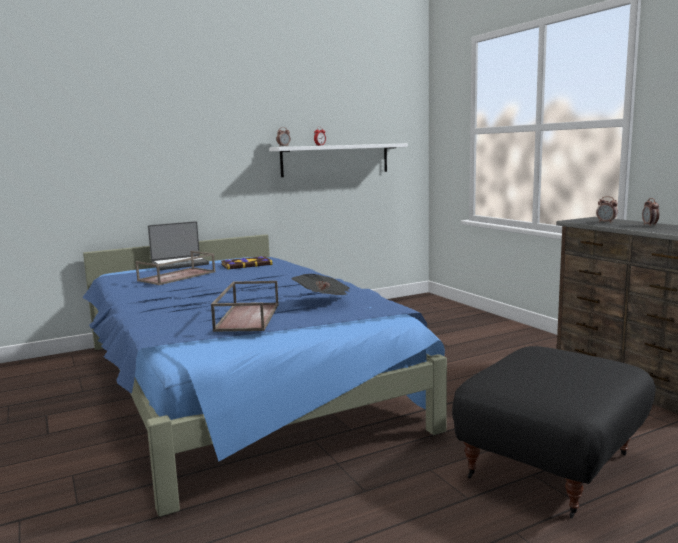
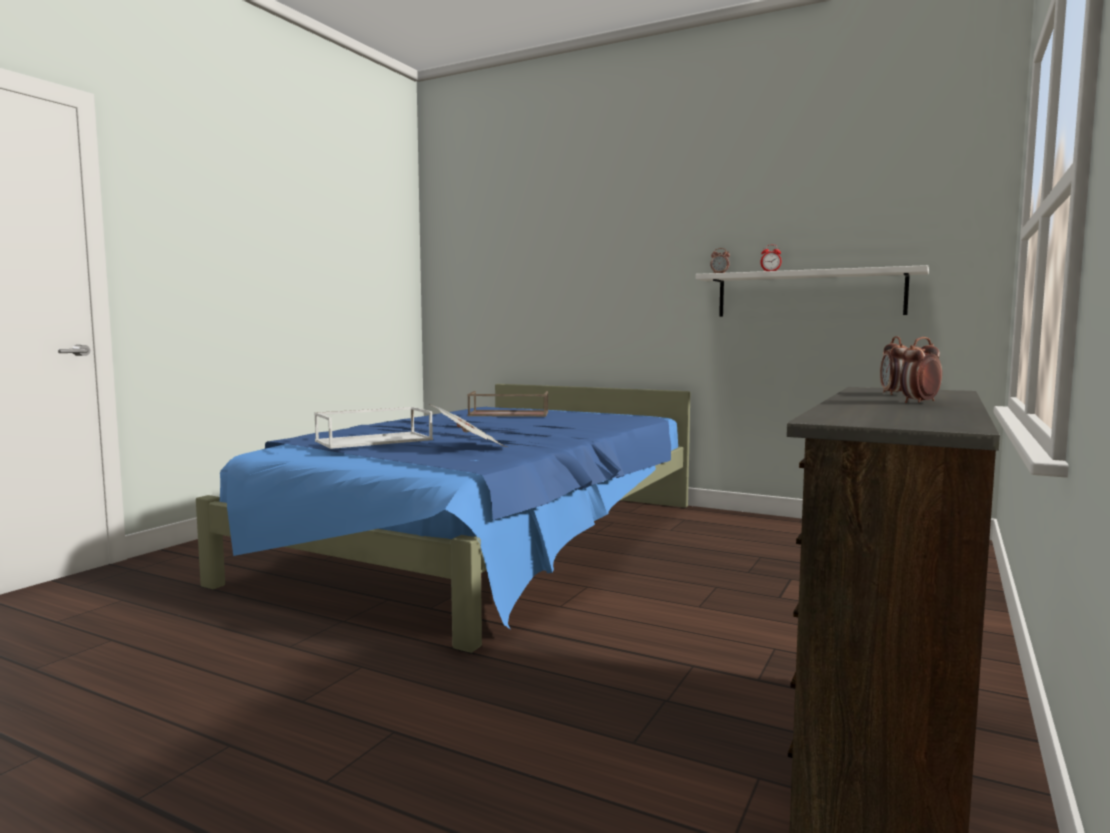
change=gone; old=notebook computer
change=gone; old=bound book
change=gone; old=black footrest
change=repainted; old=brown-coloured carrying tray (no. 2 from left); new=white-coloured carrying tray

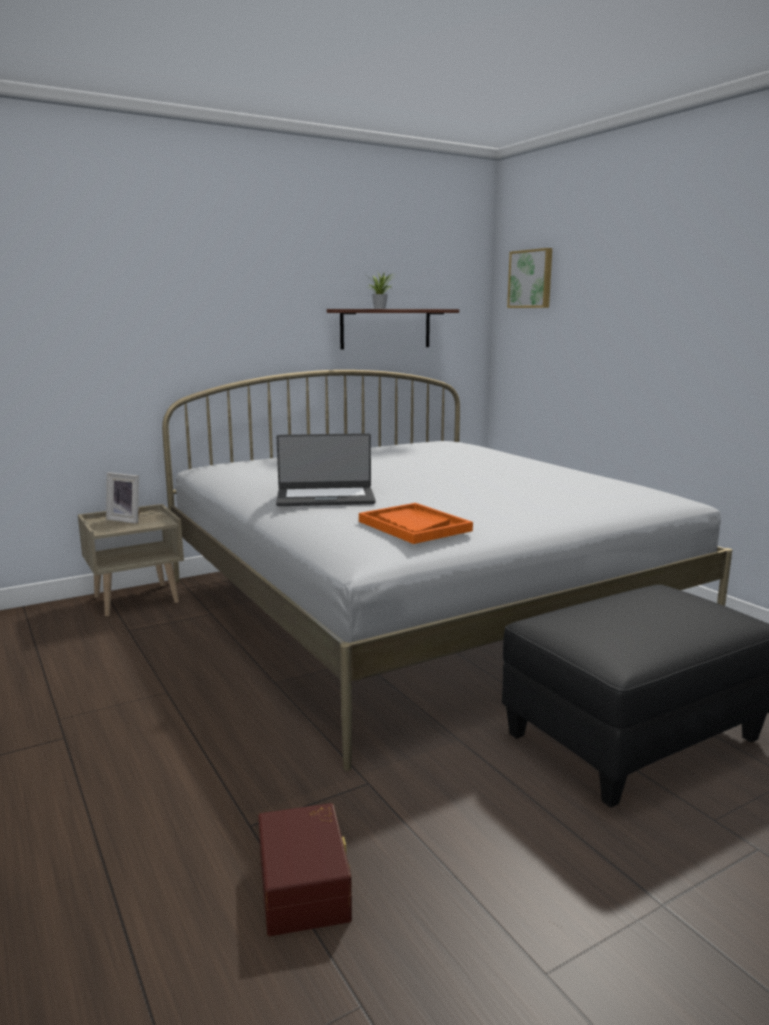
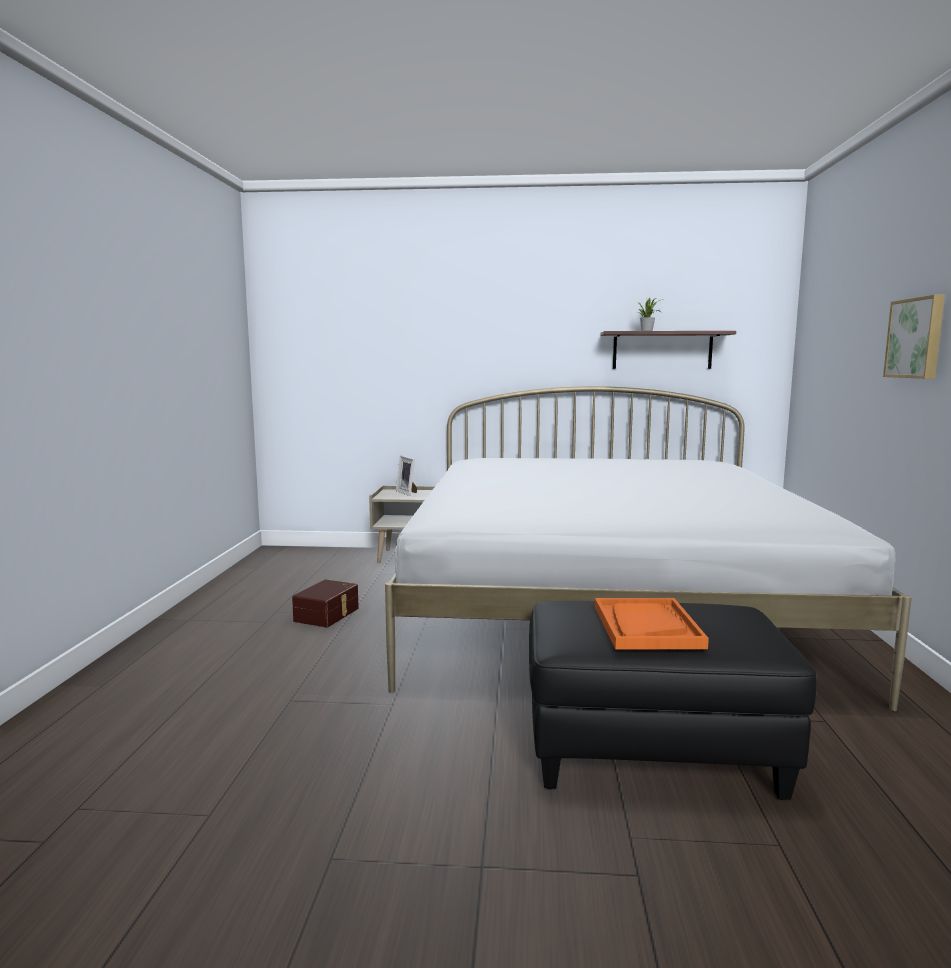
change=gone; old=notebook computer
change=shifted; old=brown-coloured storage box
change=shifted; old=orange carrying tray
change=shifted; old=wall picture

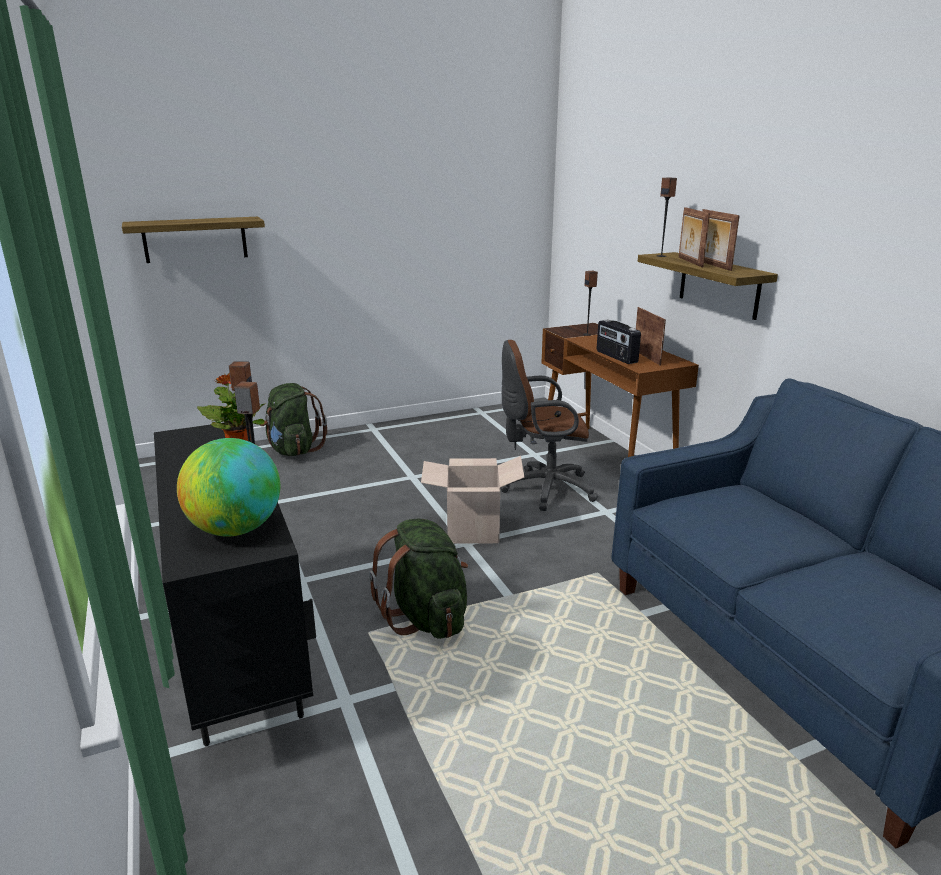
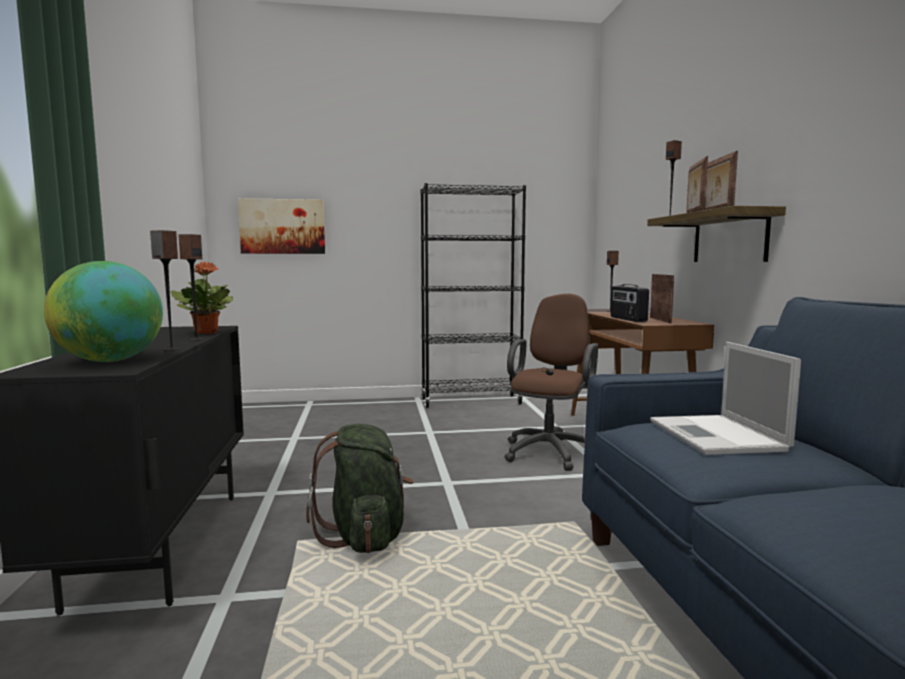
change=gone; old=greenish rucksack (no. 1 from left)
change=gone; old=packing box
change=new; new=black bookcase
change=new; new=notebook computer
change=swapped; old=wall shelf (no. 1 from left); new=wall picture
change=rotated; old=brown-coloured office chair; degrees=105

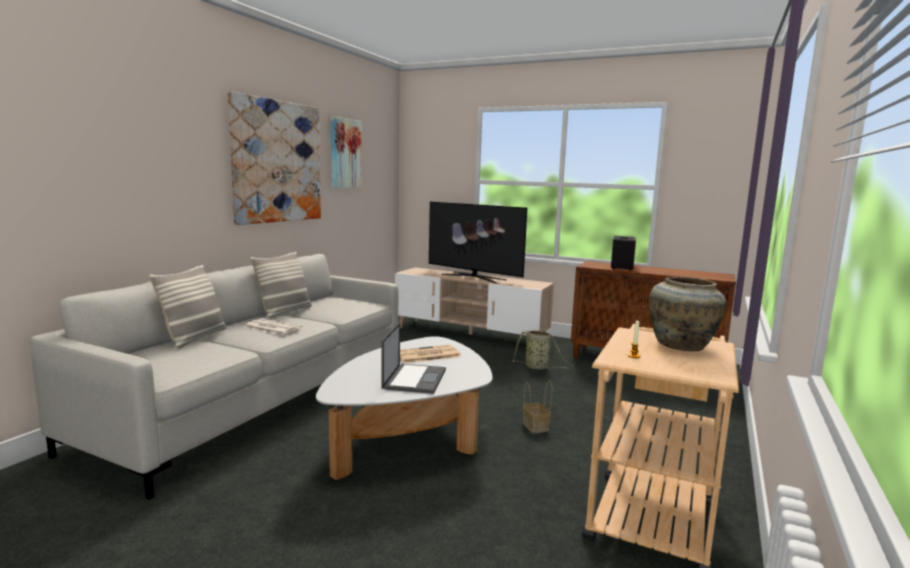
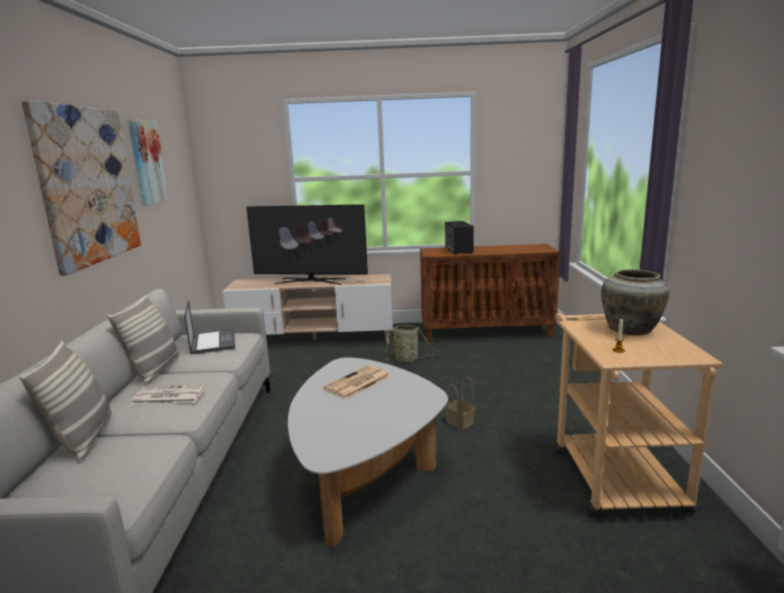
change=shifted; old=notebook computer

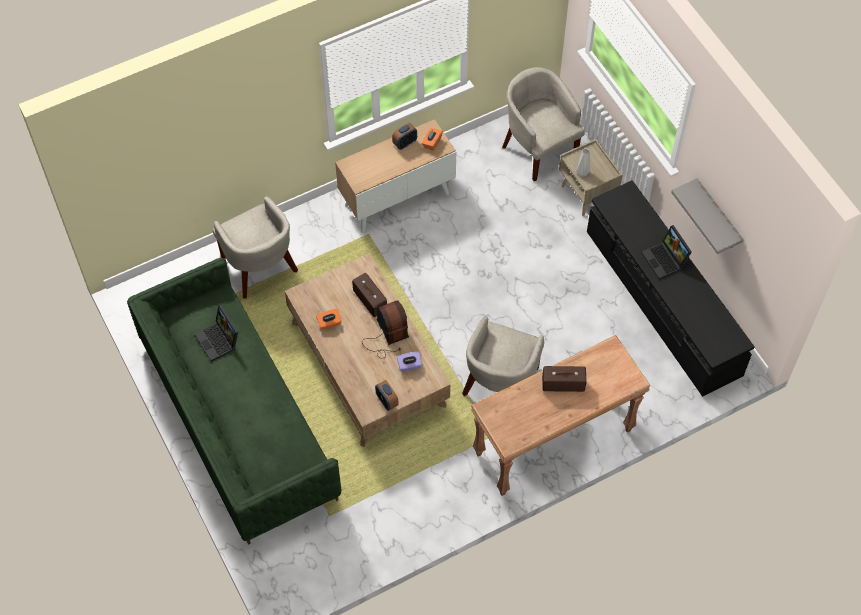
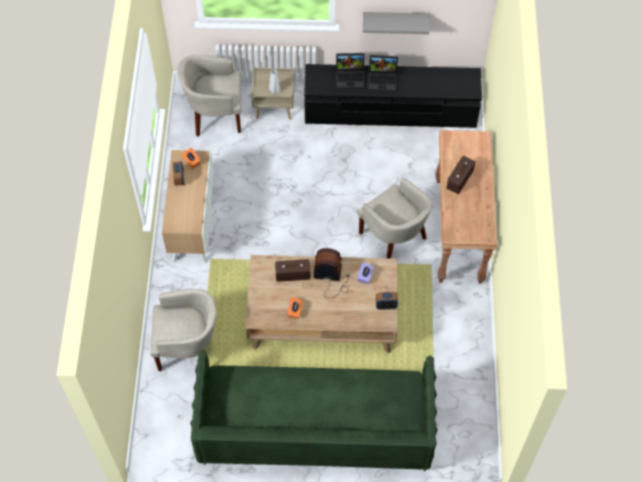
change=shifted; old=notebook computer (no. 1 from left)

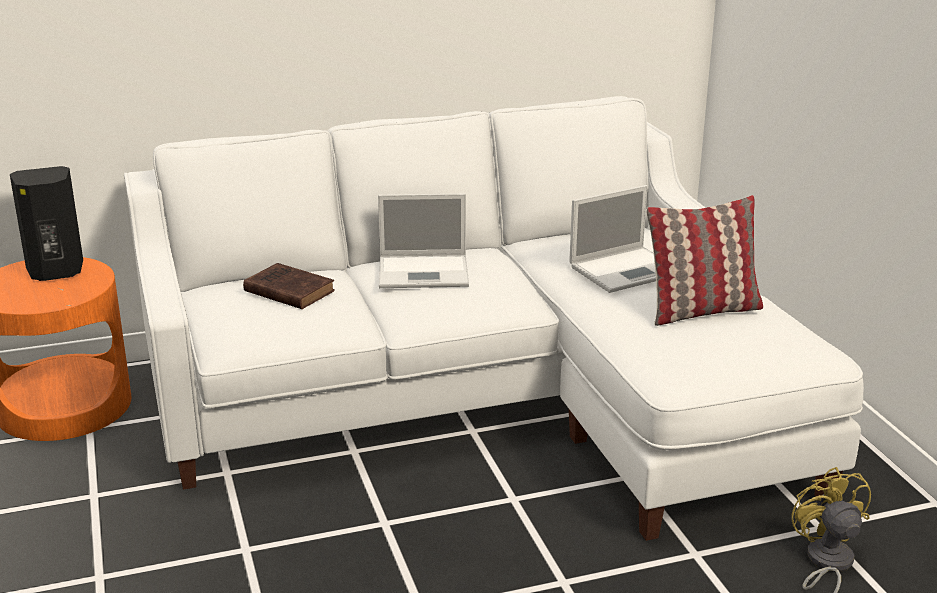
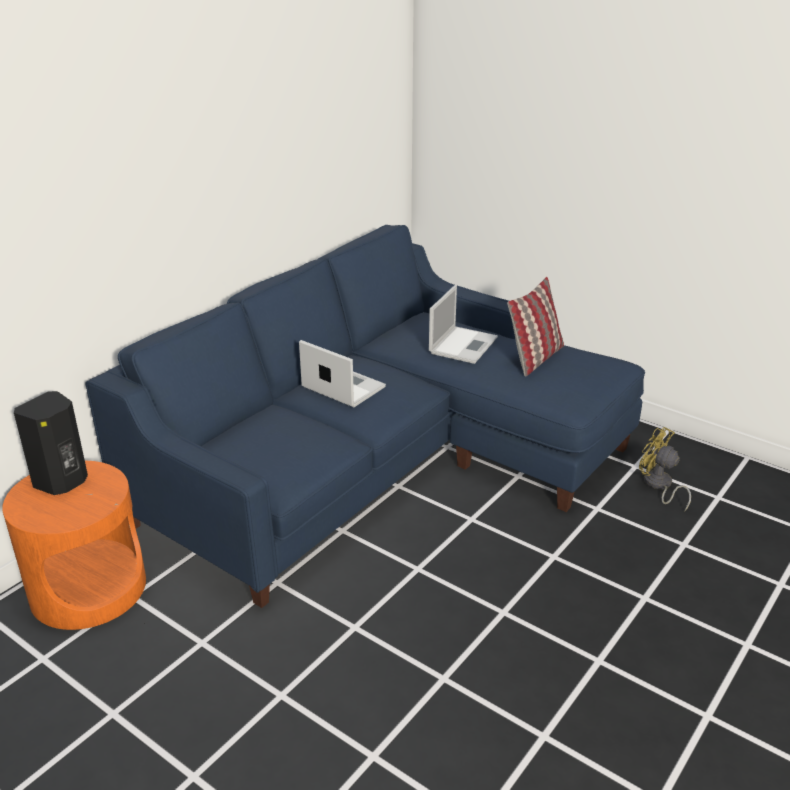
change=gone; old=brown-coloured bound book
change=repainted; old=white-coloured sofa; new=blue-coloured sofa
change=rotated; old=notebook computer (no. 1 from left); degrees=-105

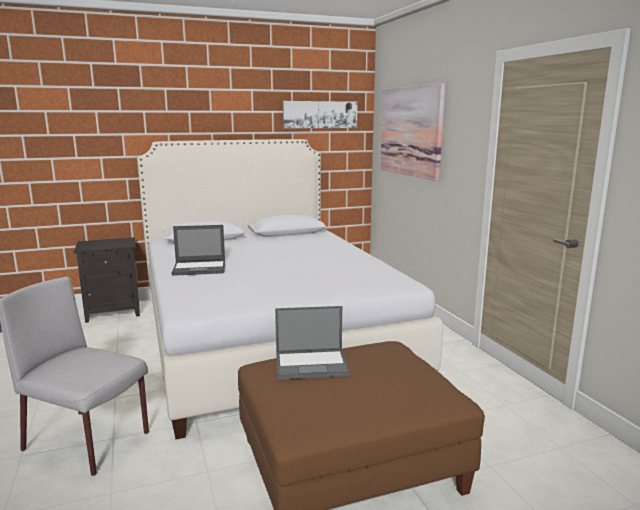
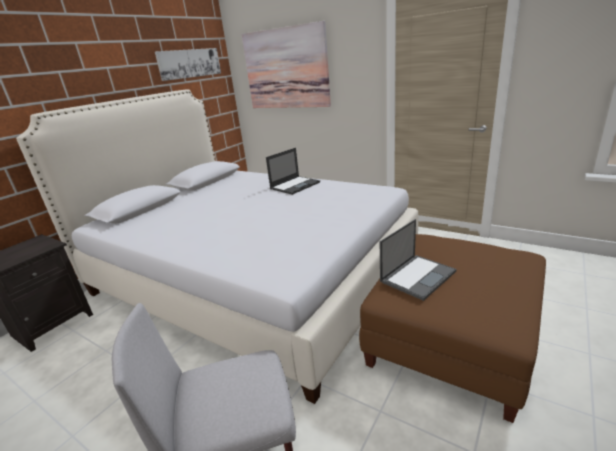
change=shifted; old=notebook computer (no. 1 from left)

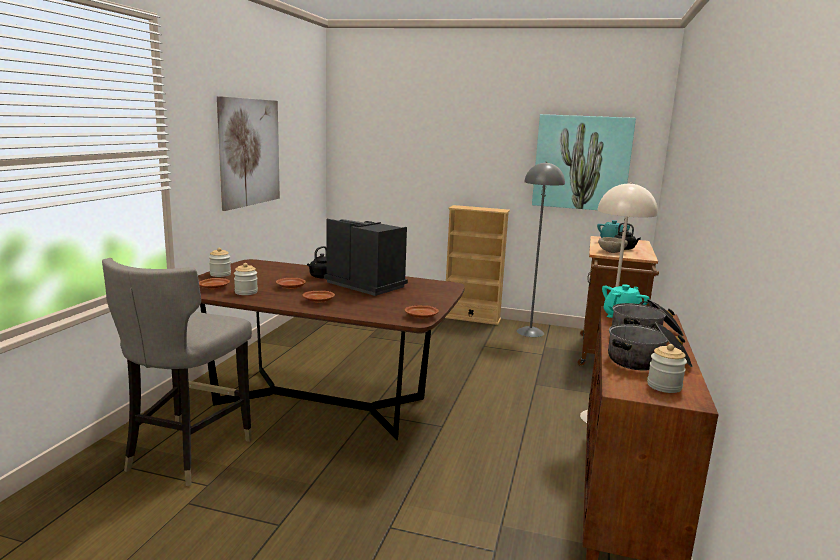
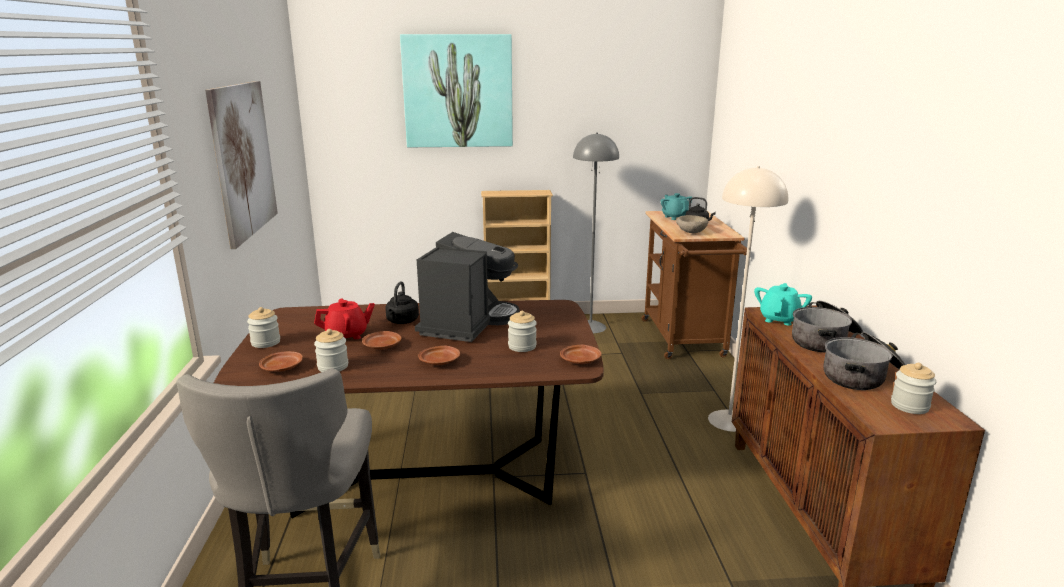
change=new; new=red-coloured pot for tea
change=new; new=storage jar (no. 3 from left)
change=shifted; old=wall picture (no. 2 from left)
change=rotated; old=coffee brewer; degrees=90

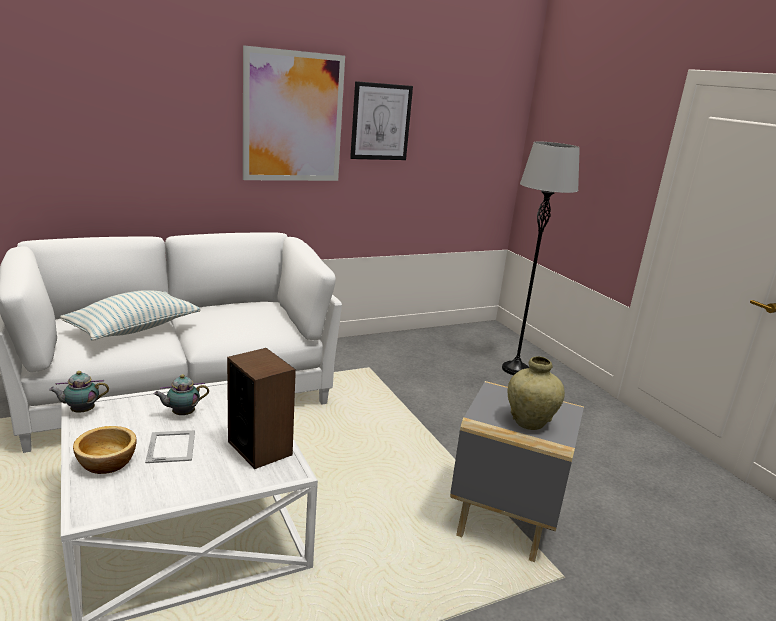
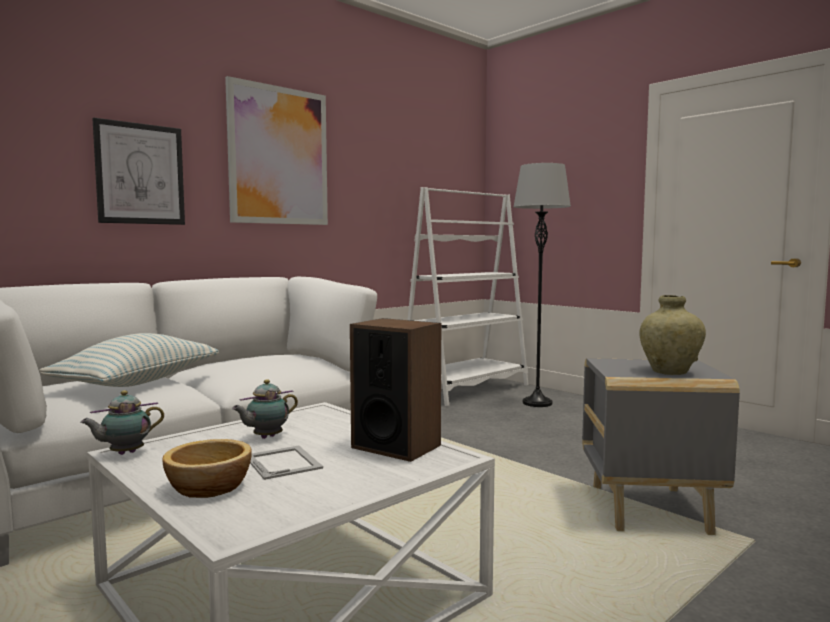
change=new; new=white-coloured bookcase
change=shifted; old=wall picture (no. 2 from left in the first image); new=wall picture (no. 1 from left)

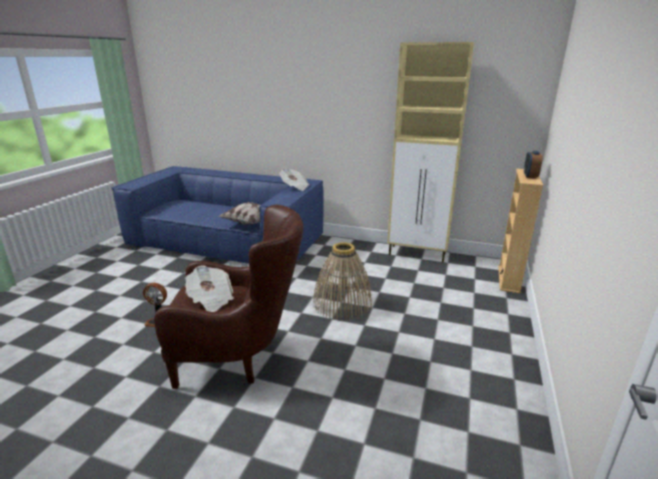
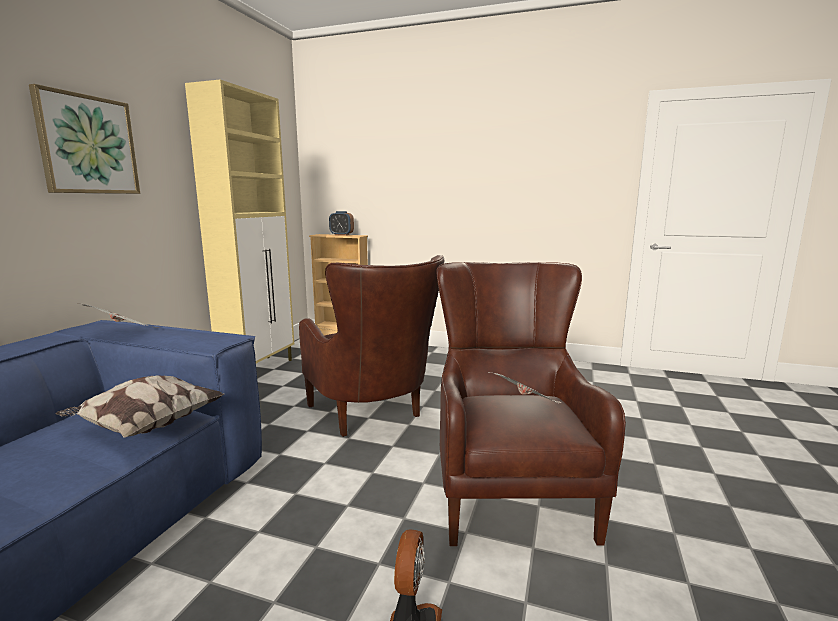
change=new; new=wall picture
change=swapped; old=basket; new=brown-coloured lounge chair (no. 1 from left)

